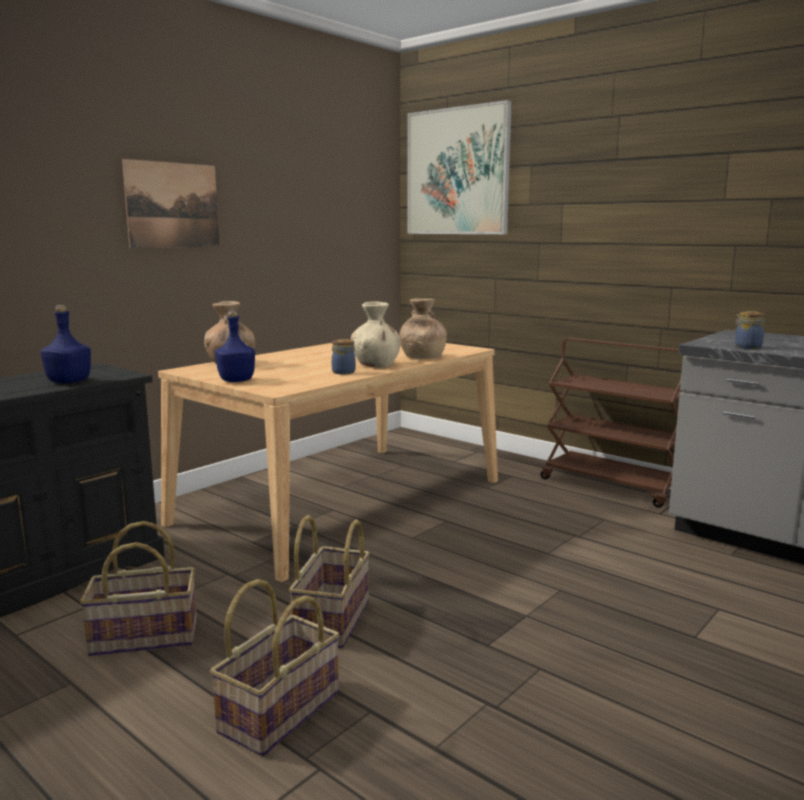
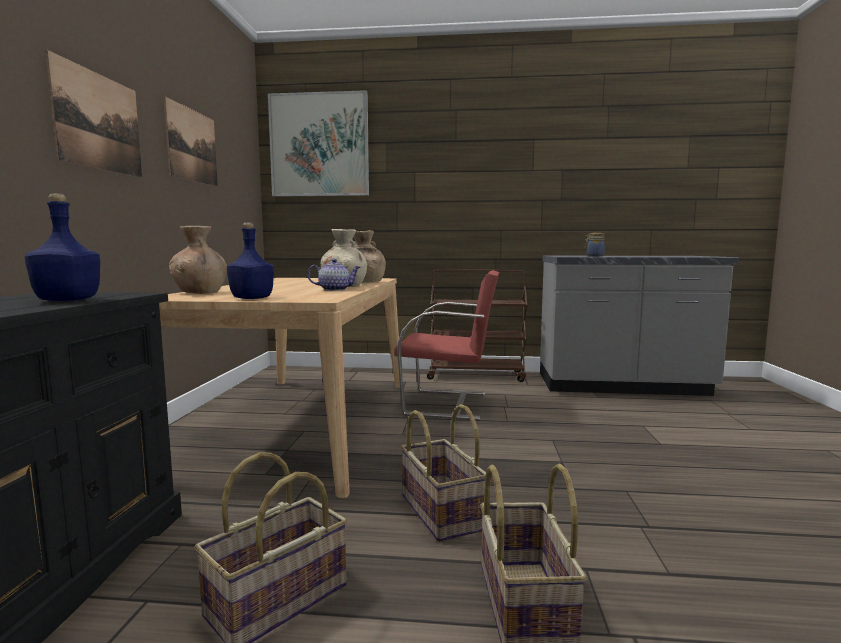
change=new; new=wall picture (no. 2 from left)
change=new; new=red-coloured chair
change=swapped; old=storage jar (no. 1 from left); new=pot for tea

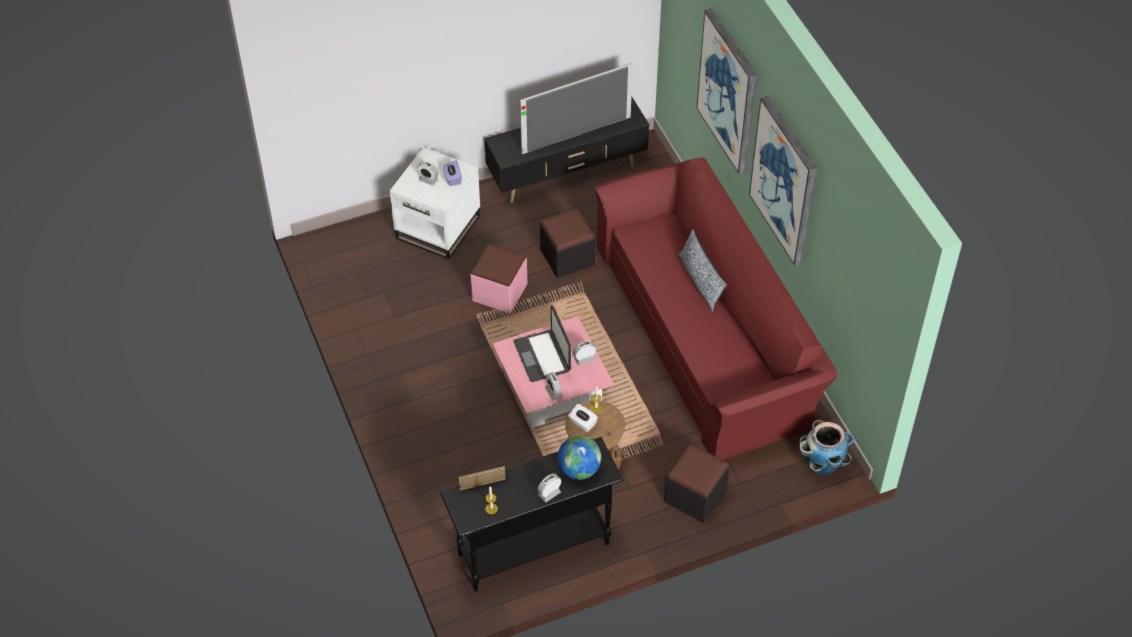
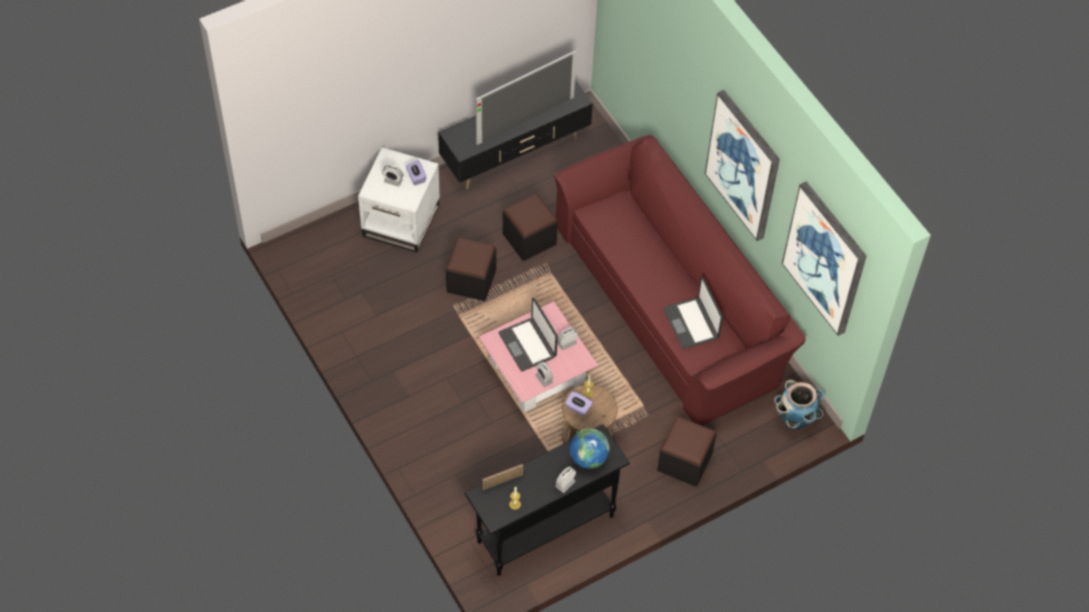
change=gone; old=throw pillow
change=new; new=notebook computer (no. 2 from left)
change=shifted; old=wall picture (no. 1 from left in the first image); new=wall picture (no. 2 from left)
change=repainted; old=pink footrest; new=black footrest (no. 1 from left)
change=repainted; old=white-coloured box of tissues; new=purple-coloured box of tissues (no. 2 from left)

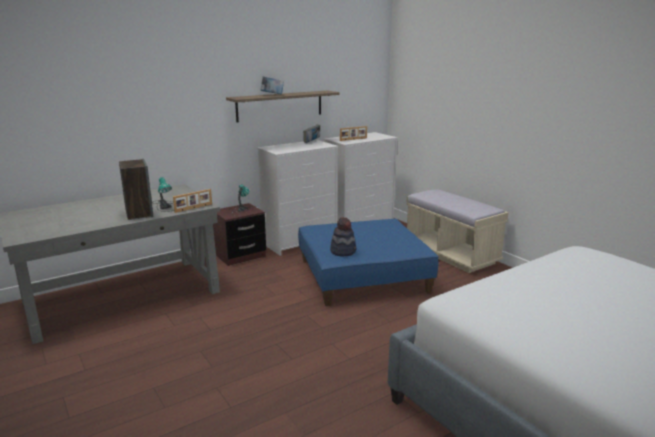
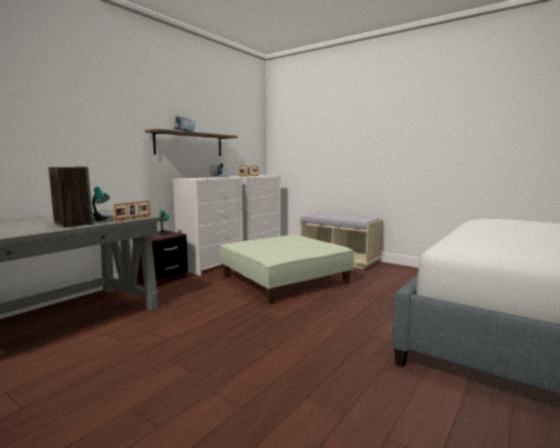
change=gone; old=clothing hat
change=repainted; old=blue-coloured footrest; new=greenish footrest

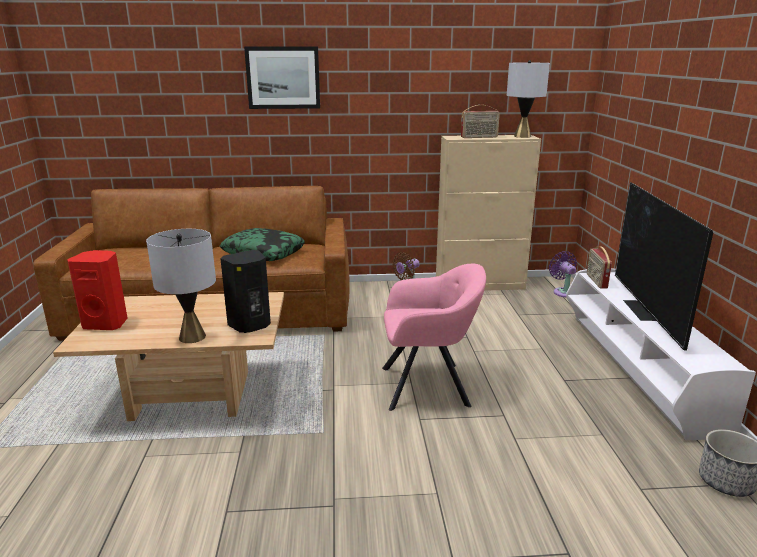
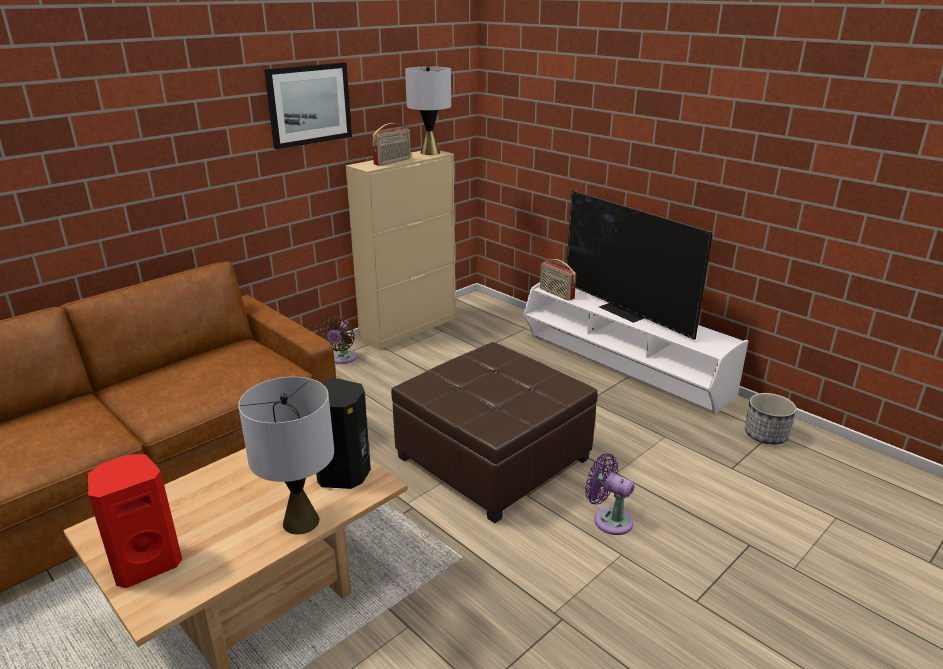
change=gone; old=throw pillow
change=shifted; old=wall picture
change=shifted; old=purple-coloured cooling fan
change=swapped; old=pink lounge chair; new=brown-coloured footrest

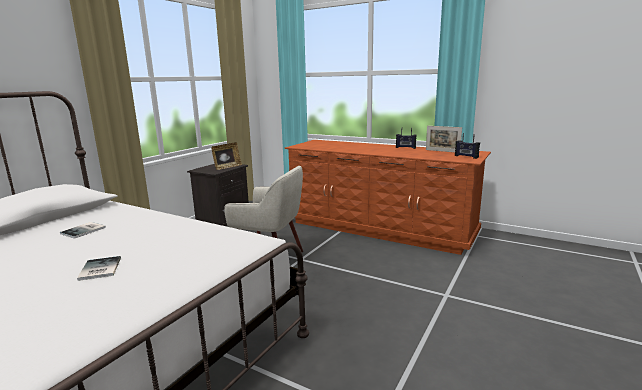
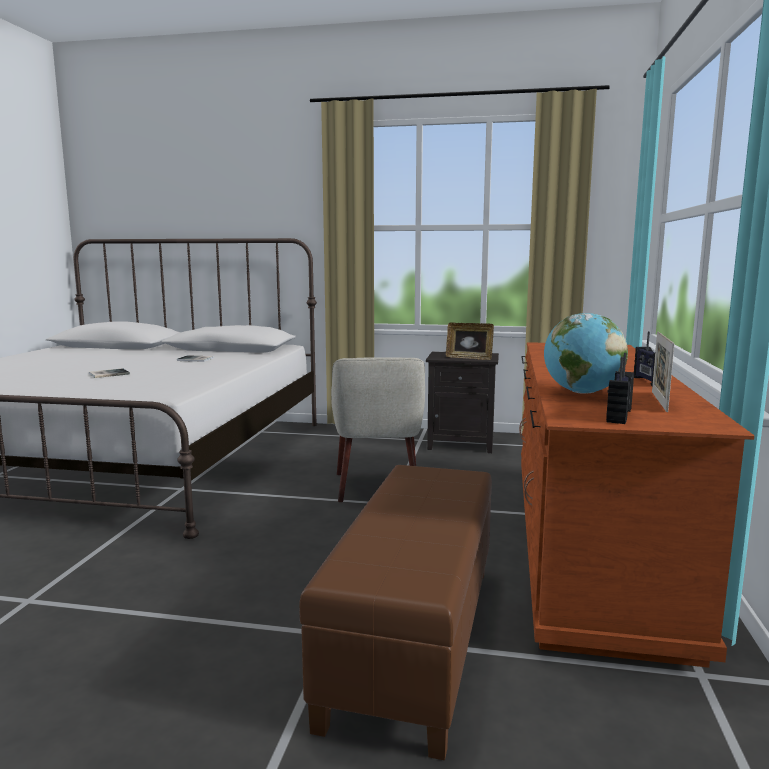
change=new; new=brown-coloured footrest
change=new; new=globe

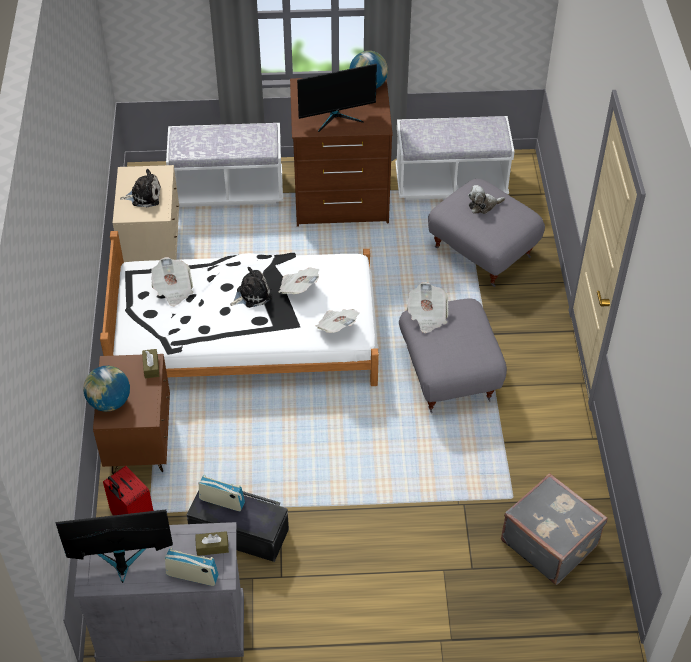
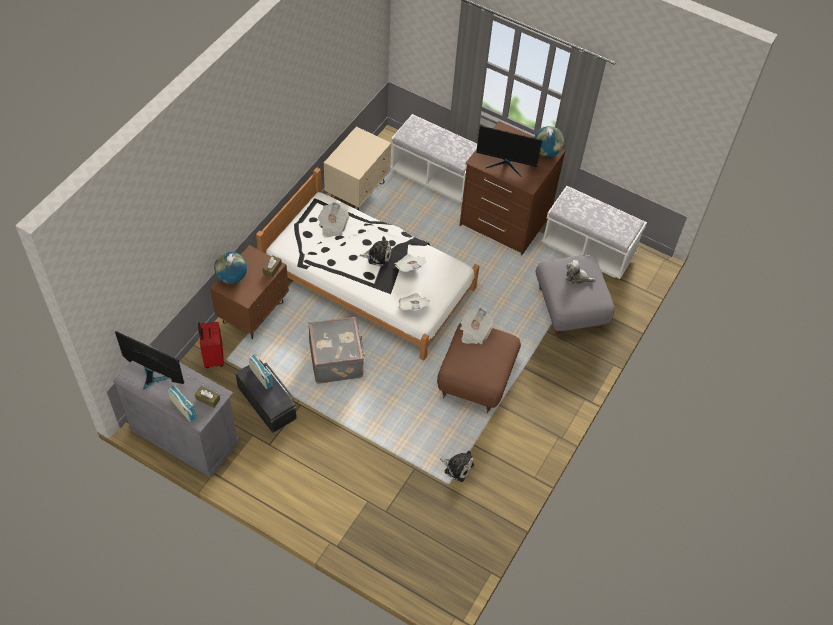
change=shifted; old=plush toy (no. 1 from left in the first image); new=plush toy (no. 2 from left)
change=shifted; old=greyish suitcase
change=repainted; old=greyish footrest (no. 1 from left); new=brown-coloured footrest

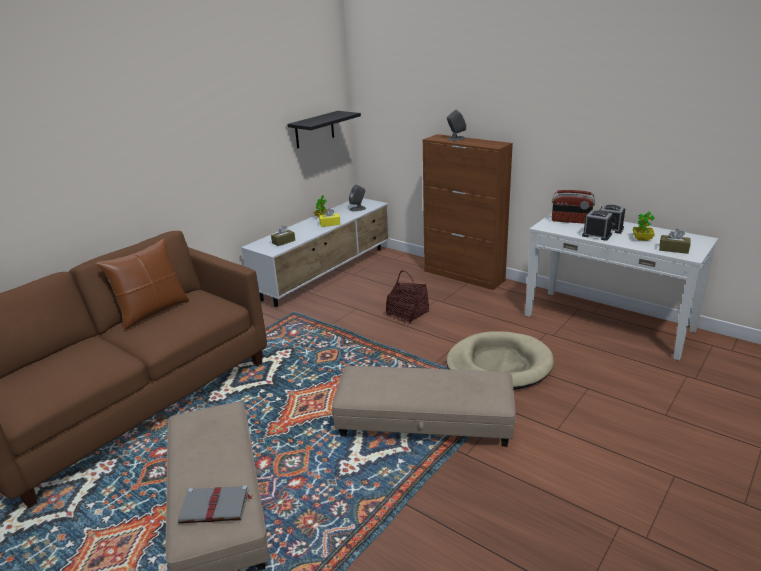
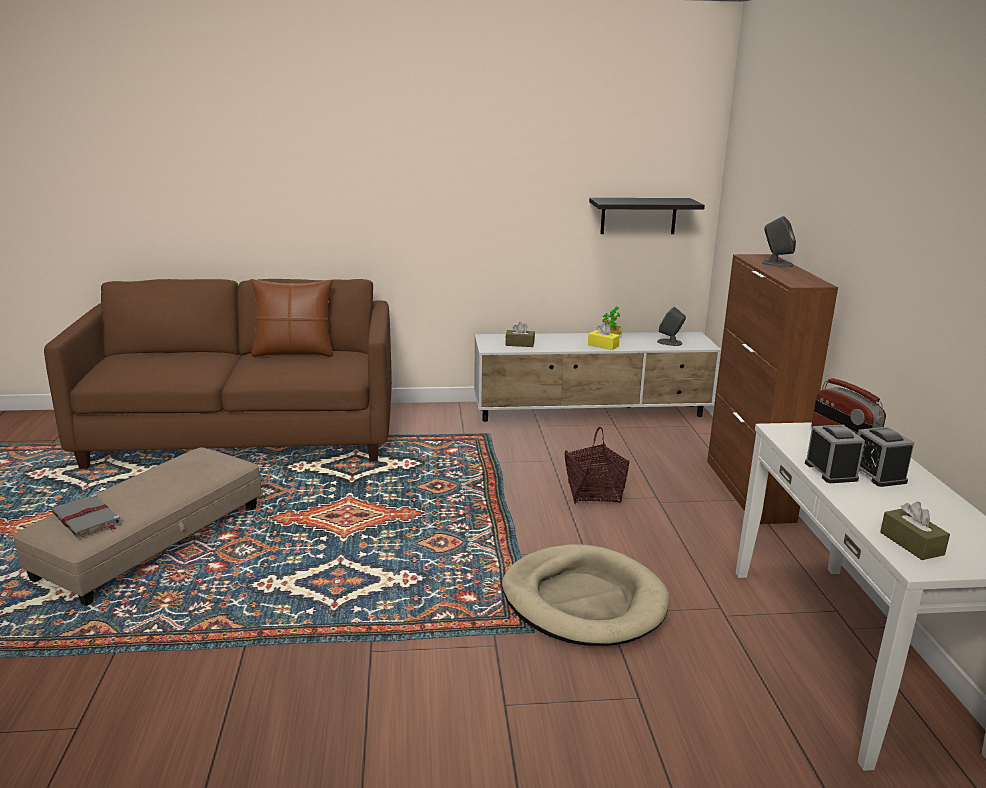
change=gone; old=beige-coloured footrest (no. 2 from left)
change=gone; old=plant in a pot (no. 2 from left)

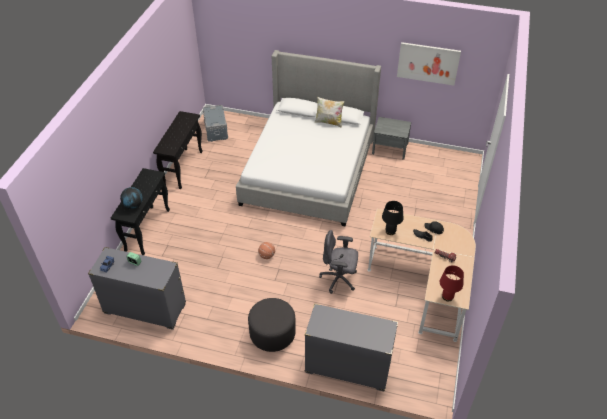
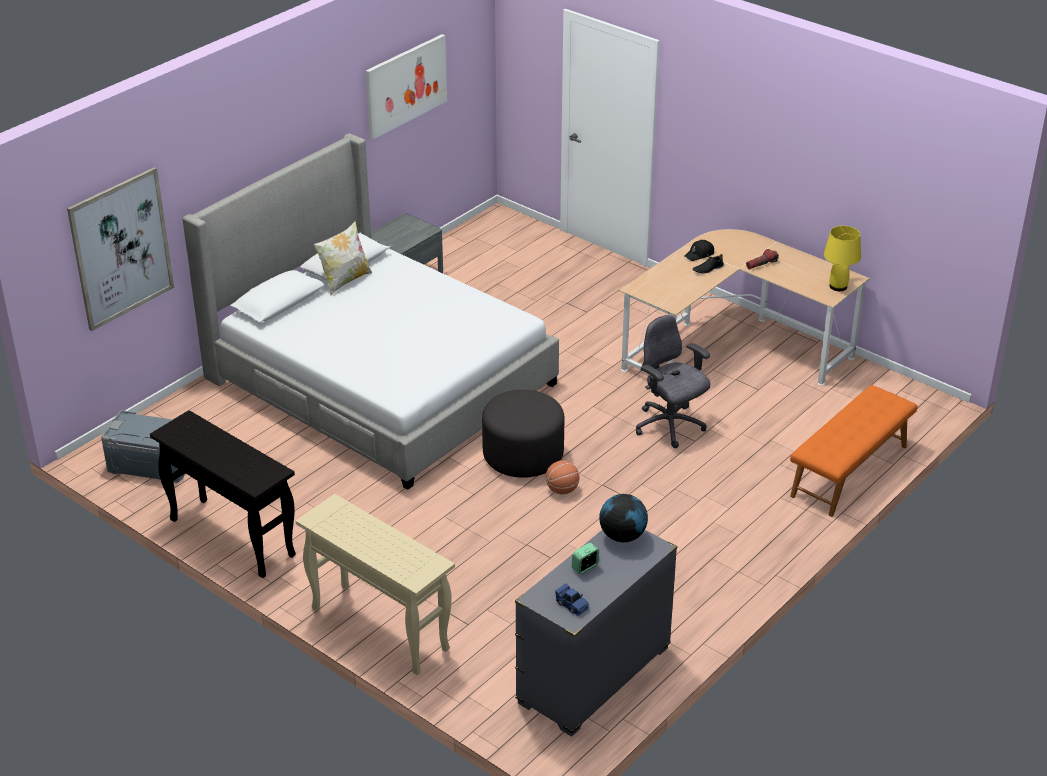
change=gone; old=black lamp for a table
change=new; new=wall picture (no. 1 from left)
change=shifted; old=globe
change=shifted; old=greyish footrest
change=swapped; old=greyish dresser (no. 2 from left); new=orange bench
change=repainted; old=black hall table (no. 1 from left); new=beige-coloured hall table
change=repainted; old=red-coloured lamp for a table; new=yellow-coloured lamp for a table
change=rotated; old=greyish office chair; degrees=105

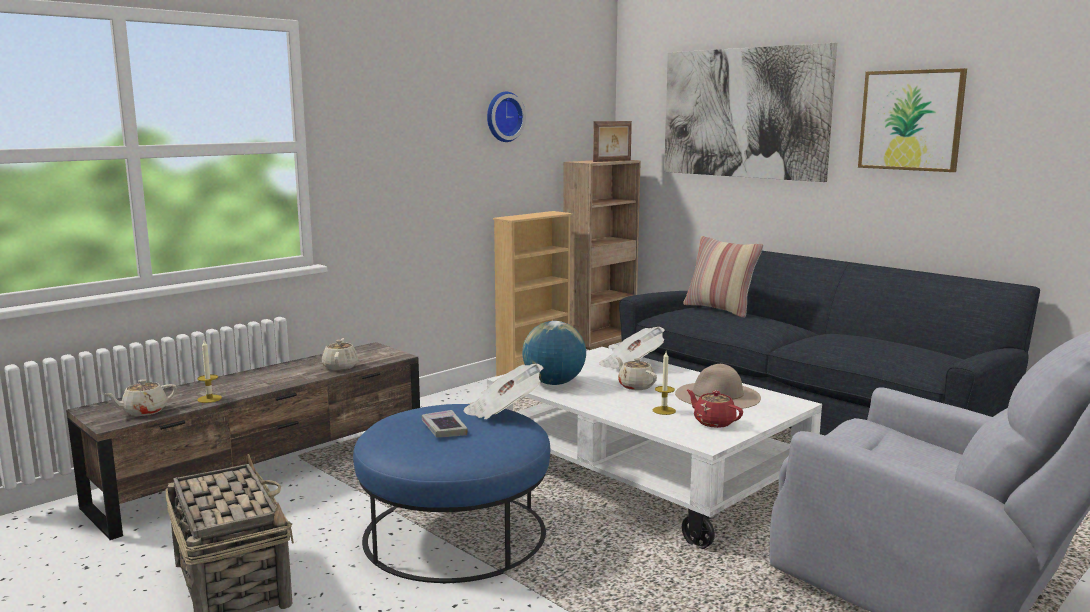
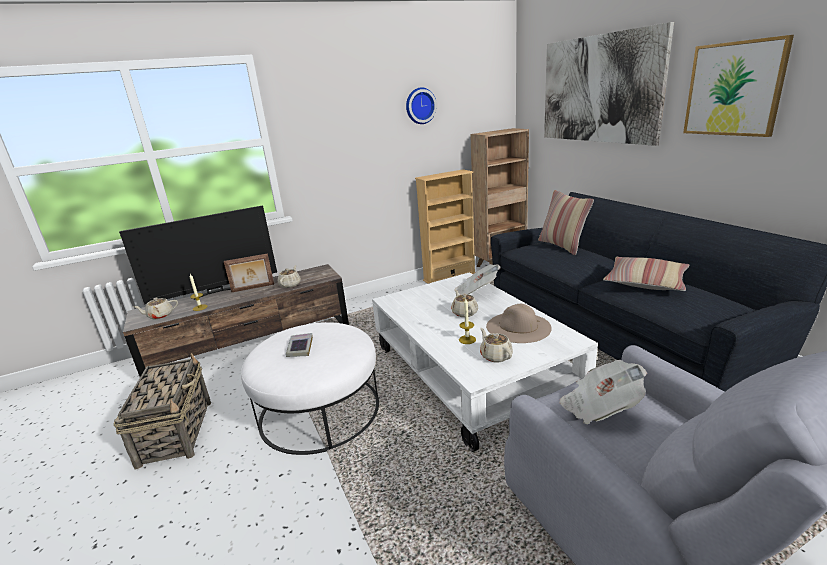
change=gone; old=globe
change=new; new=television
change=new; new=throw pillow (no. 2 from left)
change=shifted; old=newspaper (no. 1 from left in the first image); new=newspaper (no. 2 from left)
change=shifted; old=standing frame
change=repainted; old=blue-coloured footrest; new=white-coloured footrest
change=repainted; old=red-coloured pot for tea; new=beige-coloured pot for tea (no. 4 from left)

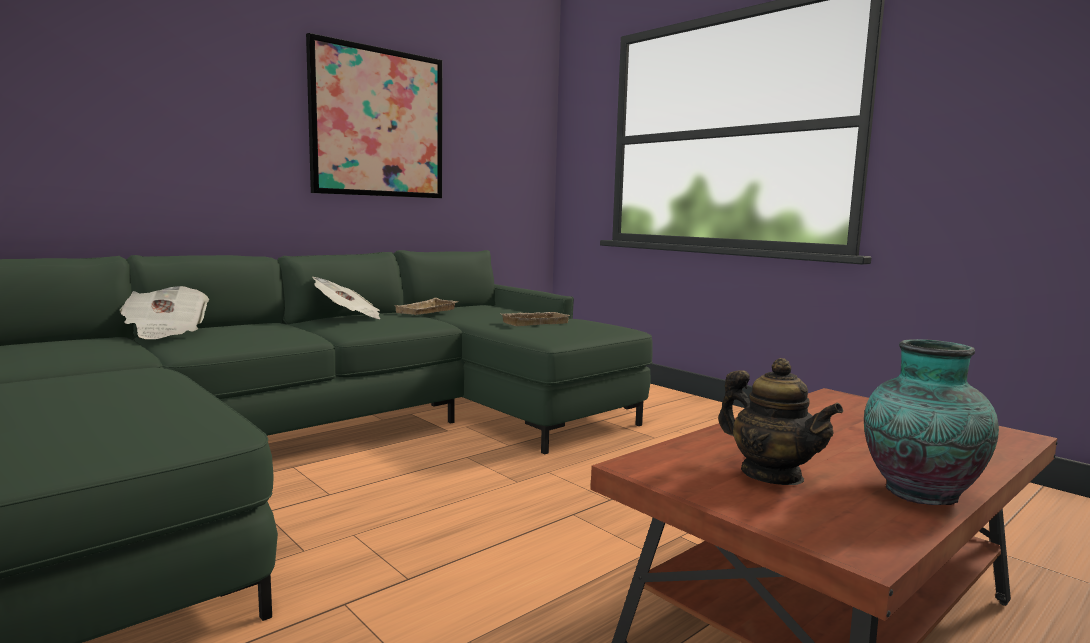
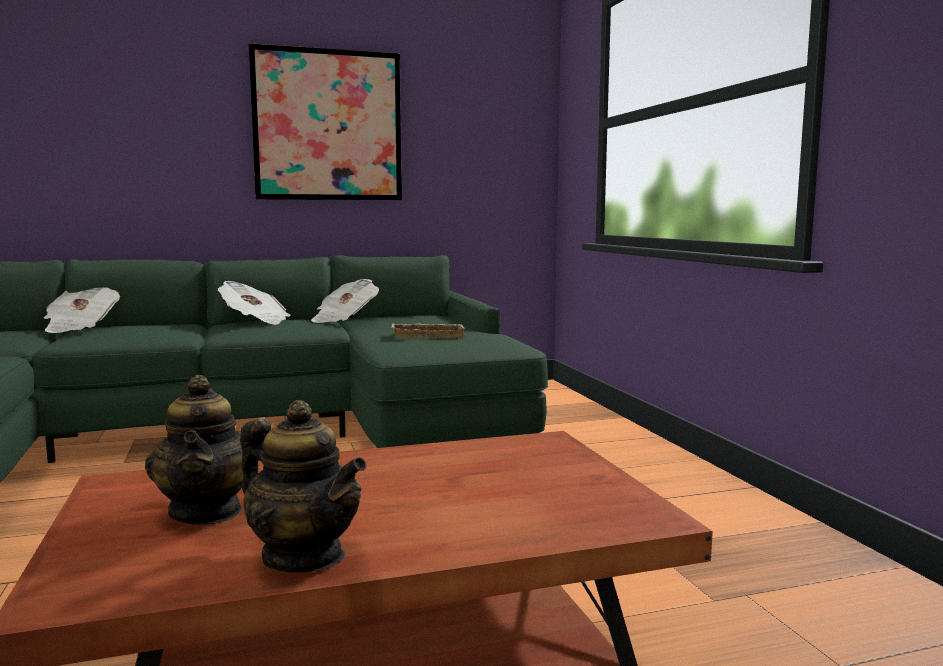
change=swapped; old=beige-coloured carrying tray (no. 1 from left); new=newspaper (no. 3 from left)
change=swapped; old=flower vase; new=pot for tea (no. 2 from left)

